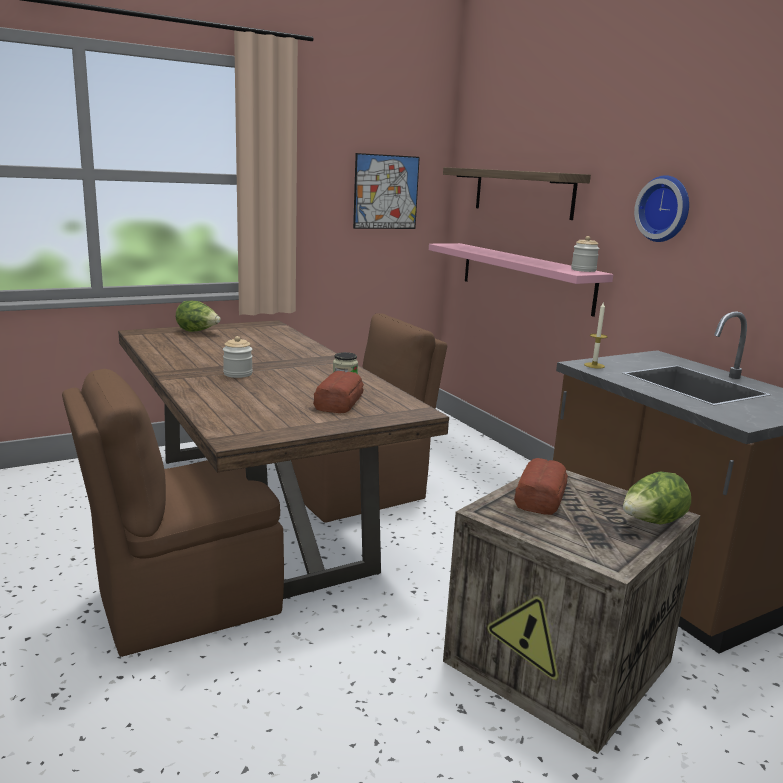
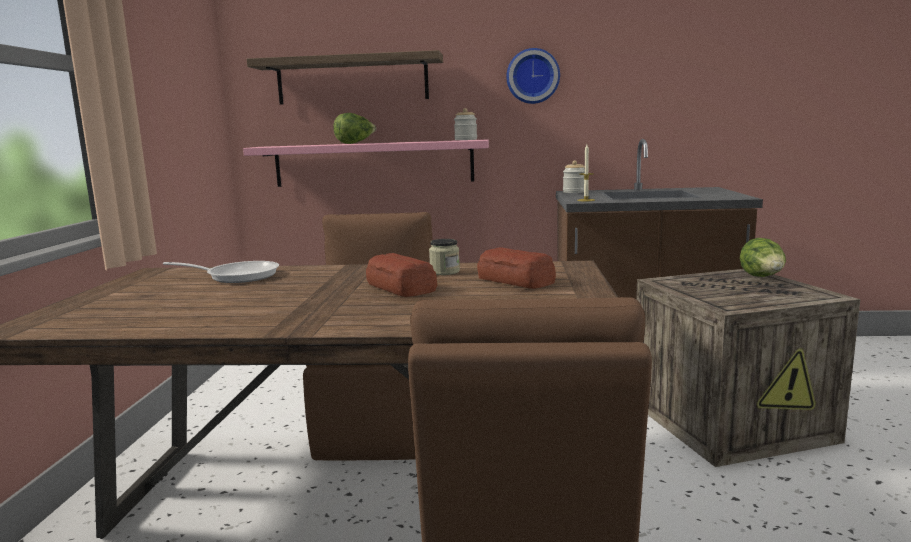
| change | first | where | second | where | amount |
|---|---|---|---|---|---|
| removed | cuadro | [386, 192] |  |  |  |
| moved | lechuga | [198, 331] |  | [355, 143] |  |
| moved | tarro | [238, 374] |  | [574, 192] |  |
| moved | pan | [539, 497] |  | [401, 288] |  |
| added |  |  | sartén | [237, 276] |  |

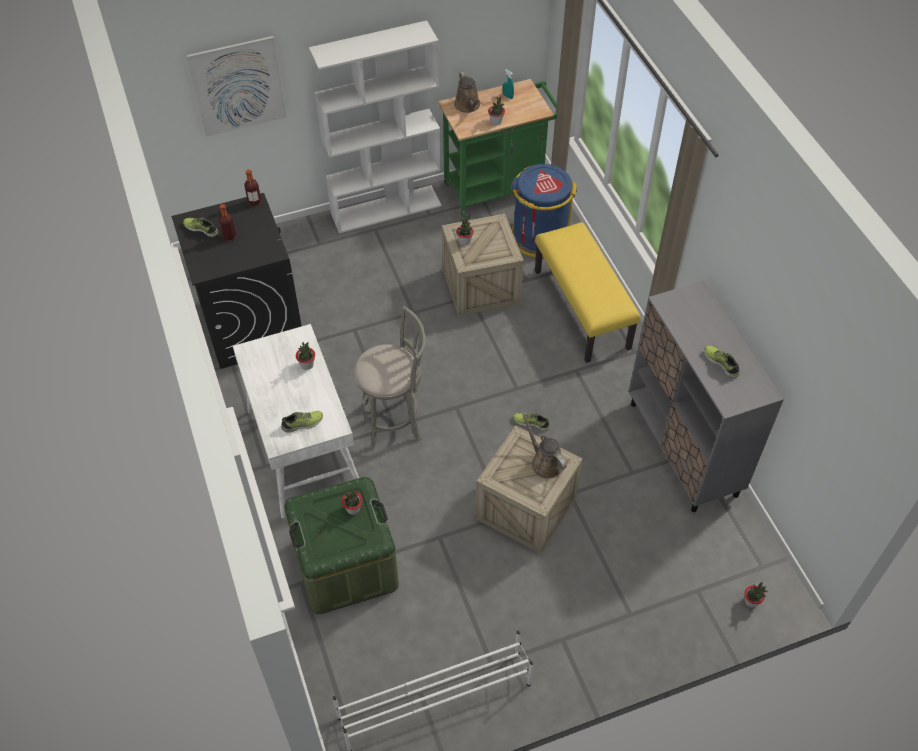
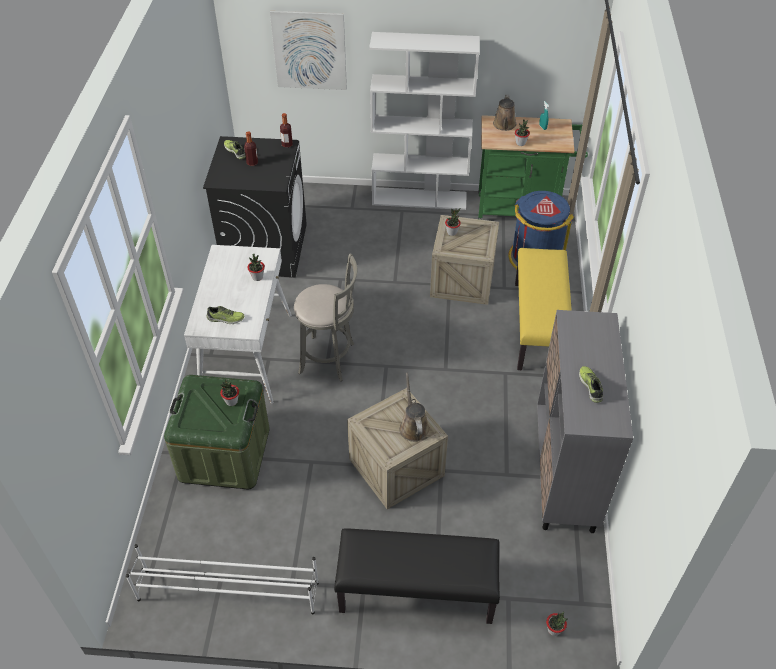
| change | first | where | second | where | amount |
|---|---|---|---|---|---|
| removed | zapato | [531, 422] |  |  |  |
| added |  |  | banco [negro] | [416, 592] |  |

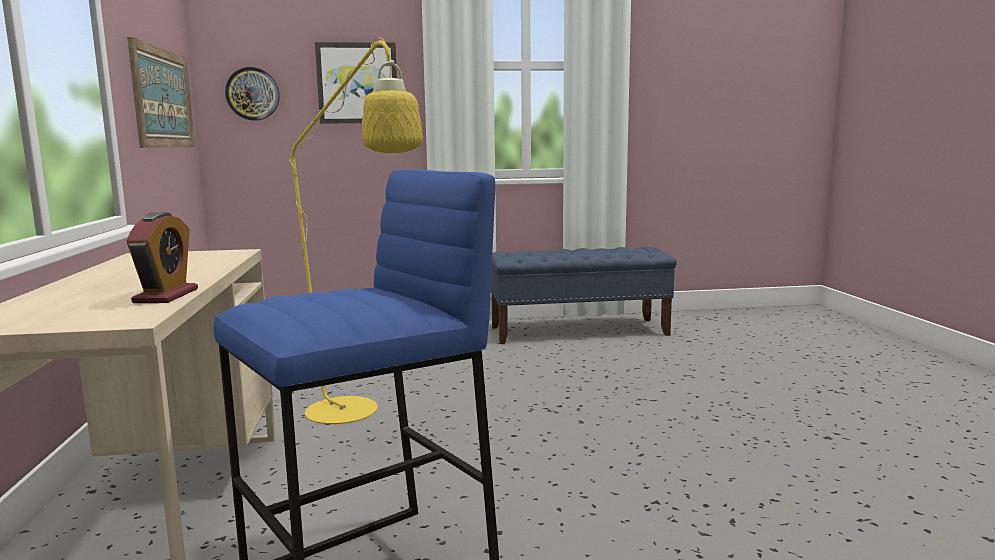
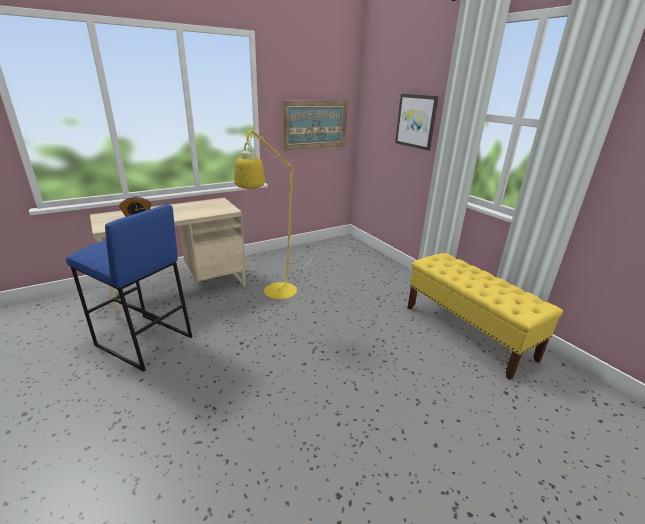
| change | first | where | second | where | amount |
|---|---|---|---|---|---|
| removed | reloj de pared | [252, 94] |  |  |  |
| recoloured | banco [azul] | [579, 331] | banco [amarillo] | [467, 332] |  |

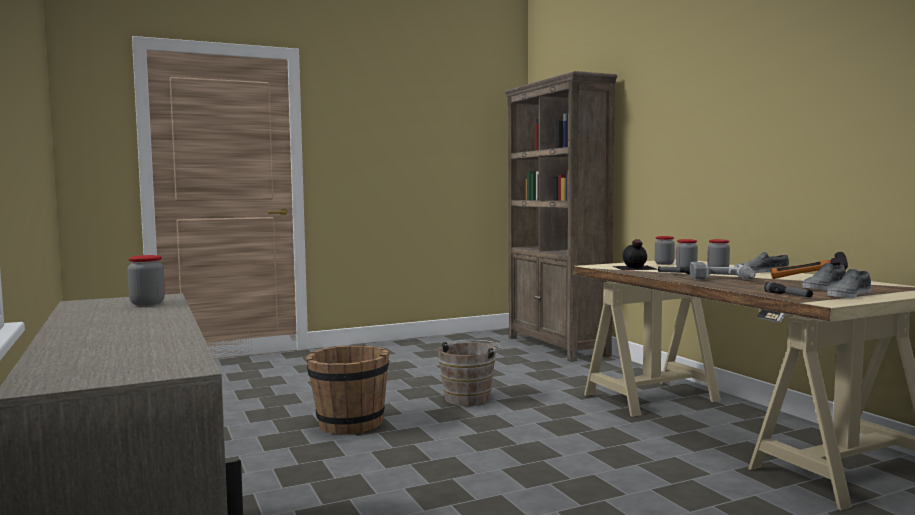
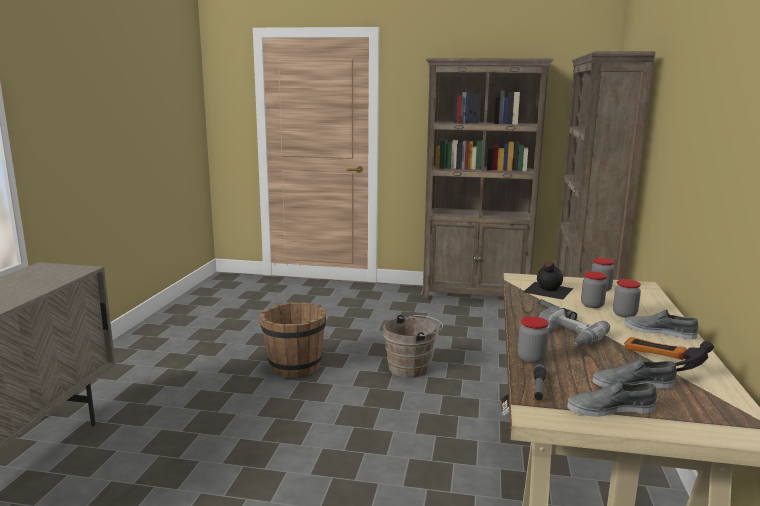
| change | first | where | second | where | amount |
|---|---|---|---|---|---|
| moved | tarro | [147, 303] |  | [531, 359] |  |
| added |  |  | estantería [marrón] | [476, 296] |  |

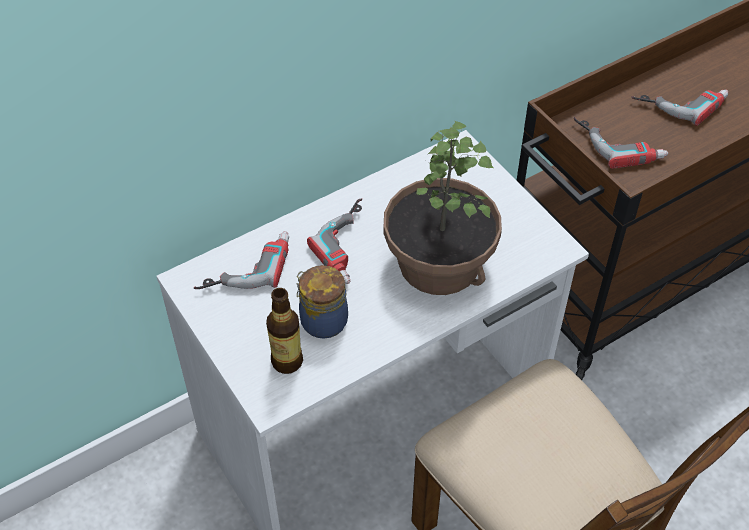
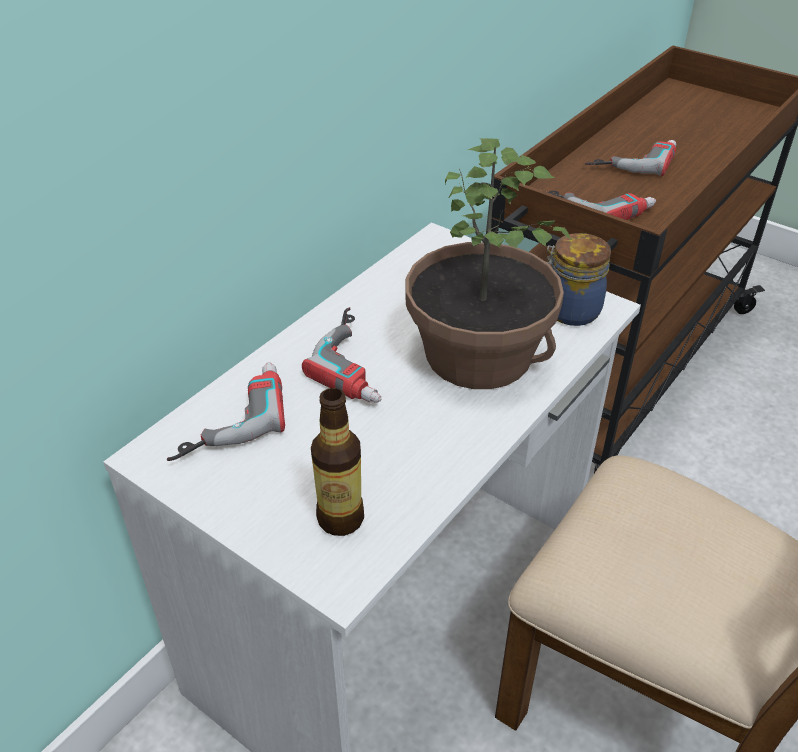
| change | first | where | second | where | amount |
|---|---|---|---|---|---|
| moved | tarro | [322, 320] |  | [569, 310] |  |

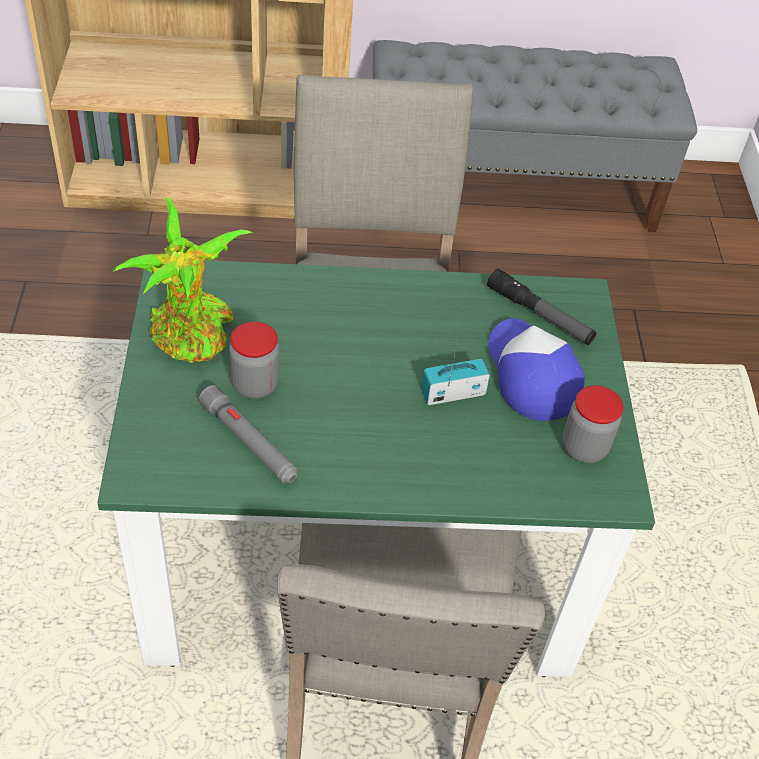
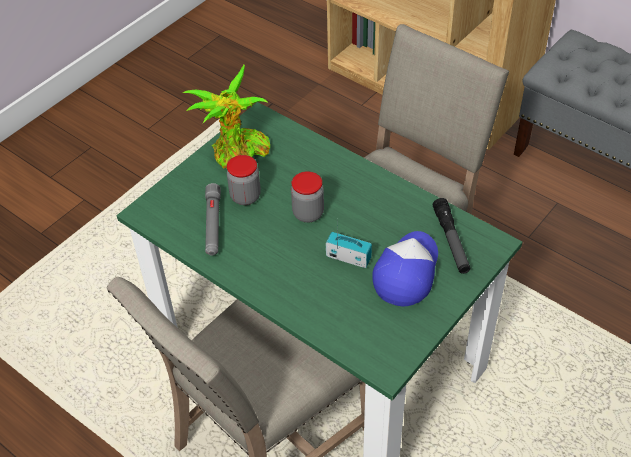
| change | first | where | second | where | amount |
|---|---|---|---|---|---|
| moved | tarro | [584, 448] |  | [308, 213] |  |

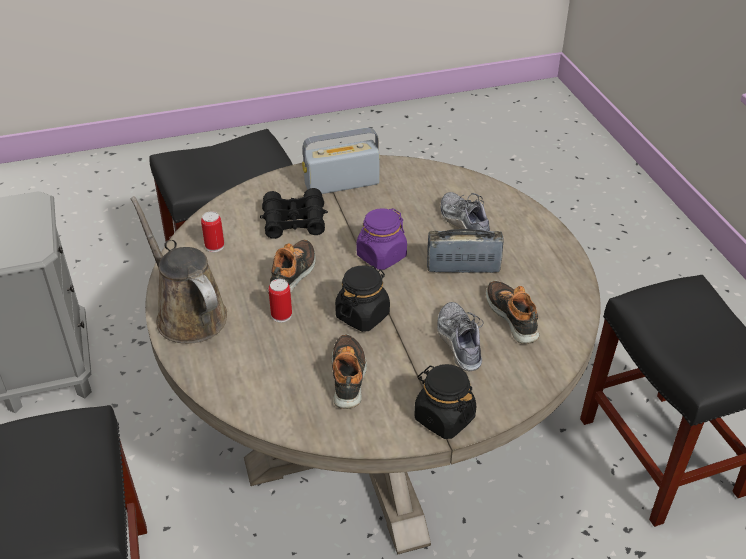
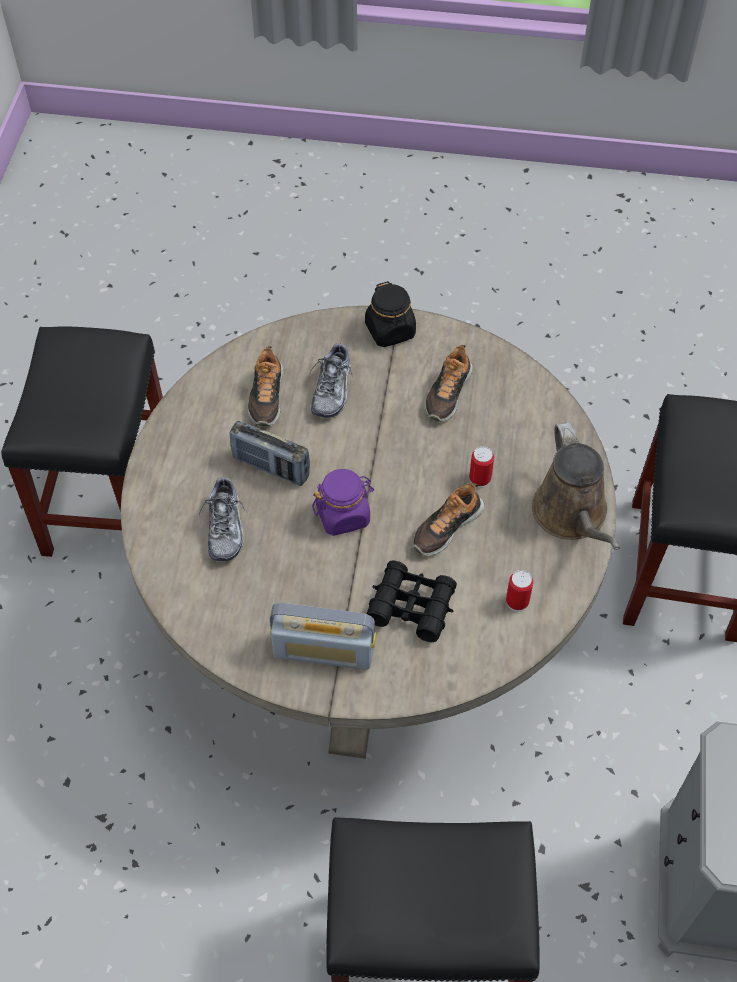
| change | first | where | second | where | amount |
|---|---|---|---|---|---|
| removed | tarro [negro] | [362, 315] |  |  |  |

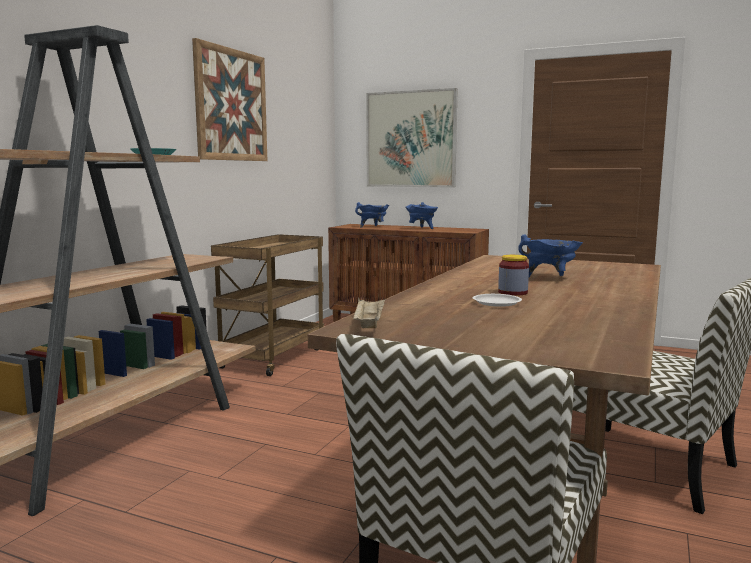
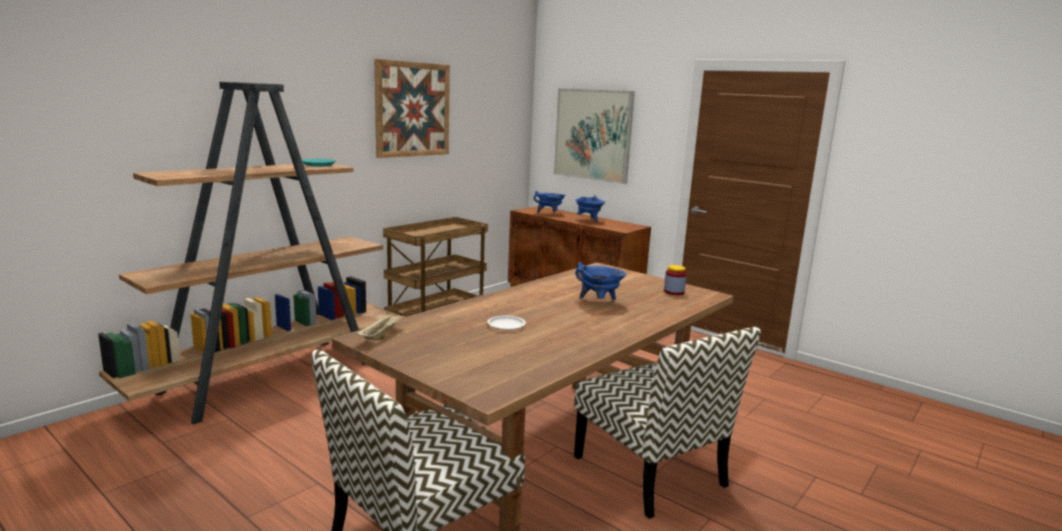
| change | first | where | second | where | amount |
|---|---|---|---|---|---|
| moved | tarro | [513, 292] |  | [674, 292] |  |

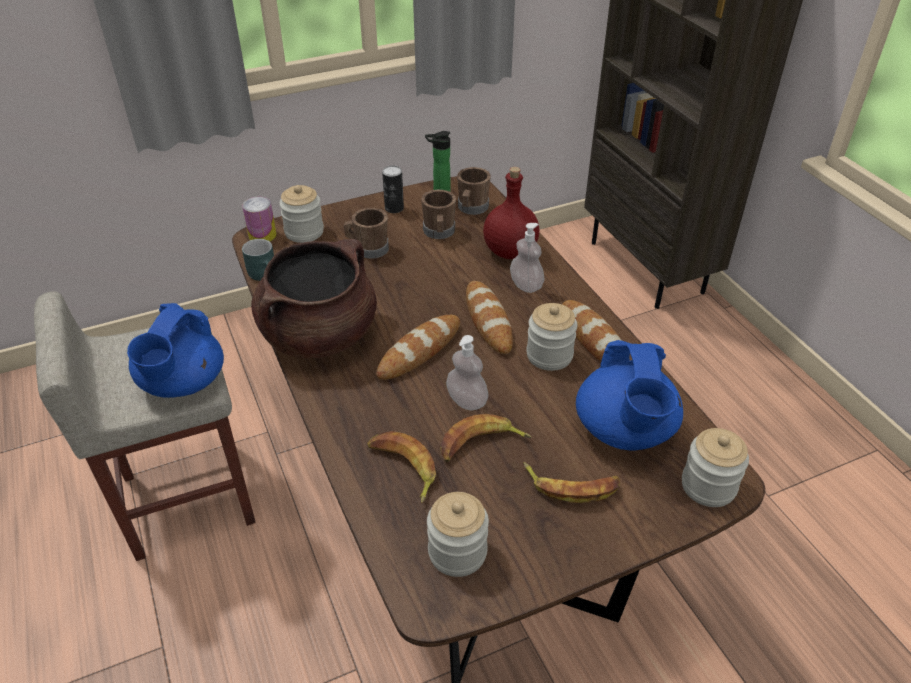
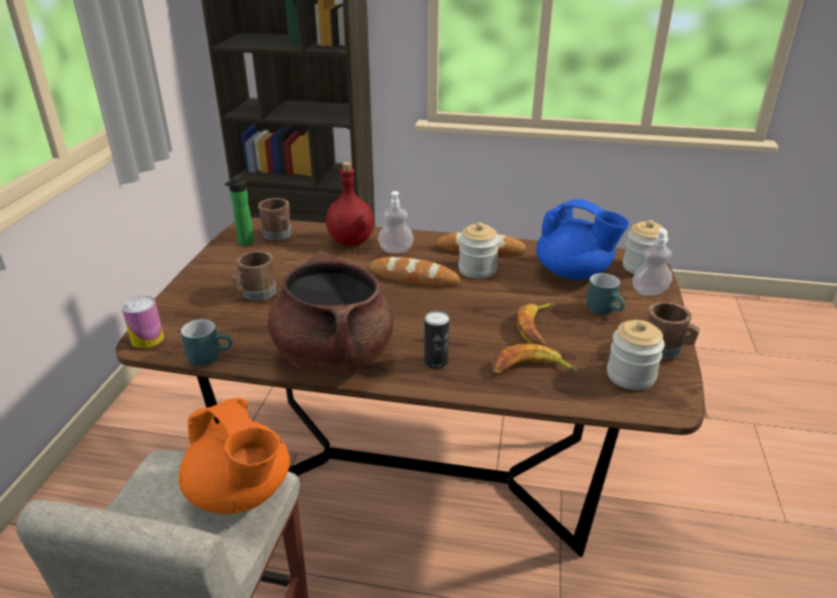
| change | first | where | second | where | amount |
|---|---|---|---|---|---|
| moved | lata | [394, 208] |  | [436, 362] |  |
| removed | tarro | [304, 232] |  |  |  |
| moved | taza grande [marrón] | [439, 233] |  | [666, 350] |  |
| recoloured | tetera [azul] | [182, 383] | tetera [naranja] | [241, 493] |  |
| removed | pan | [419, 350] |  |  |  |
| moved | dispensador de jabón | [466, 401] |  | [649, 291] |  |
| replaced | plátano | [572, 486] | taza grande [turquesa] | [605, 309] |  |

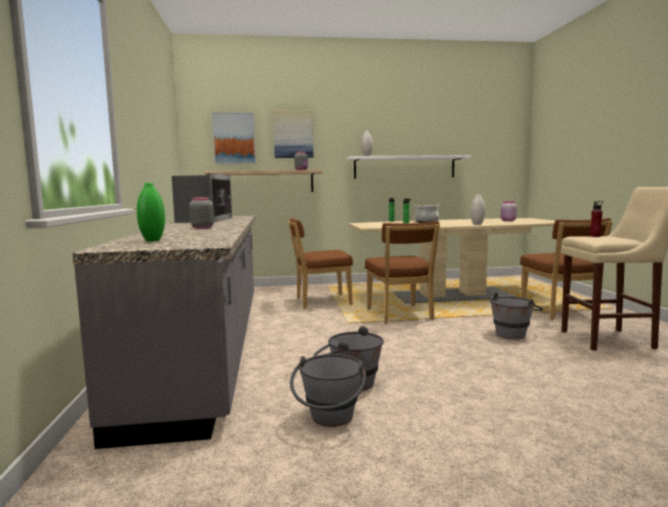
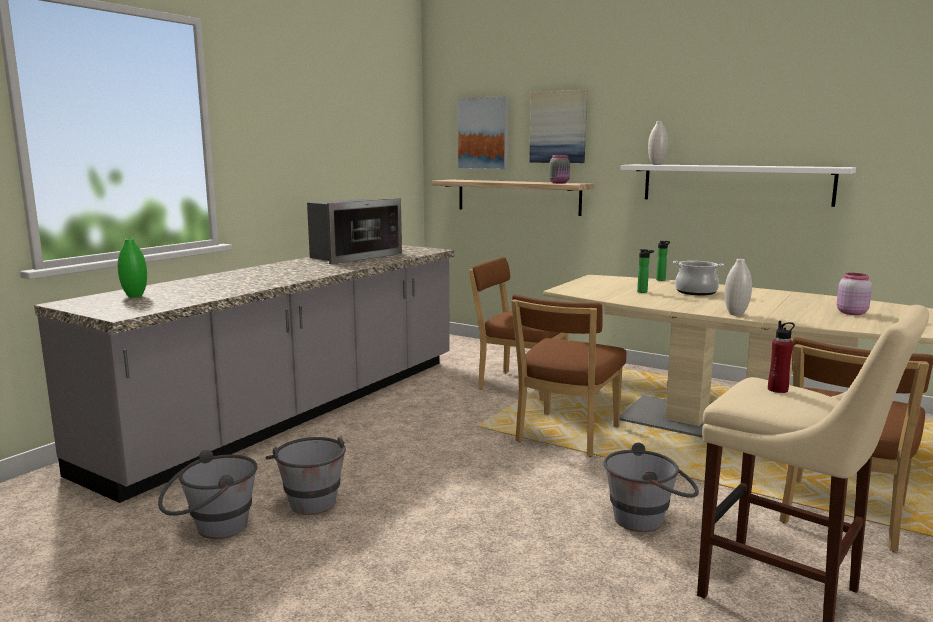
| change | first | where | second | where | amount |
|---|---|---|---|---|---|
| removed | tarro [gris] | [202, 228] |  |  |  |

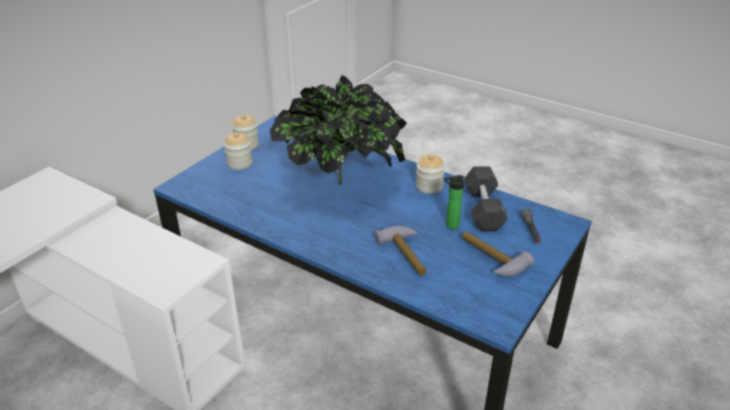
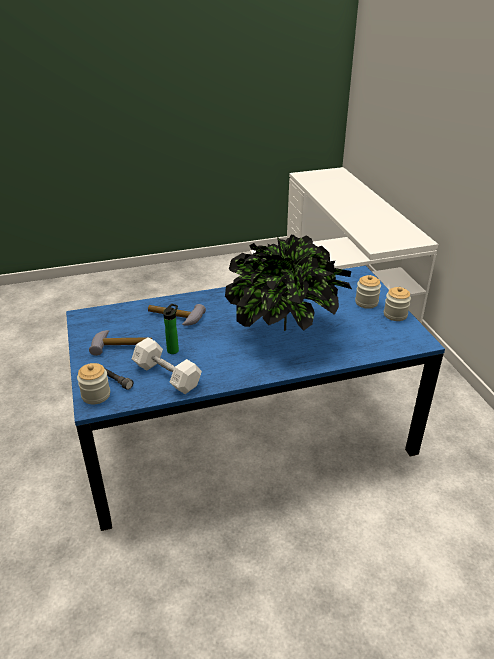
| change | first | where | second | where | amount |
|---|---|---|---|---|---|
| moved | tarro | [429, 186] |  | [96, 395] |  |
| recoloured | mancuerna [negro] | [483, 209] | mancuerna [blanco] | [167, 375] |  |

